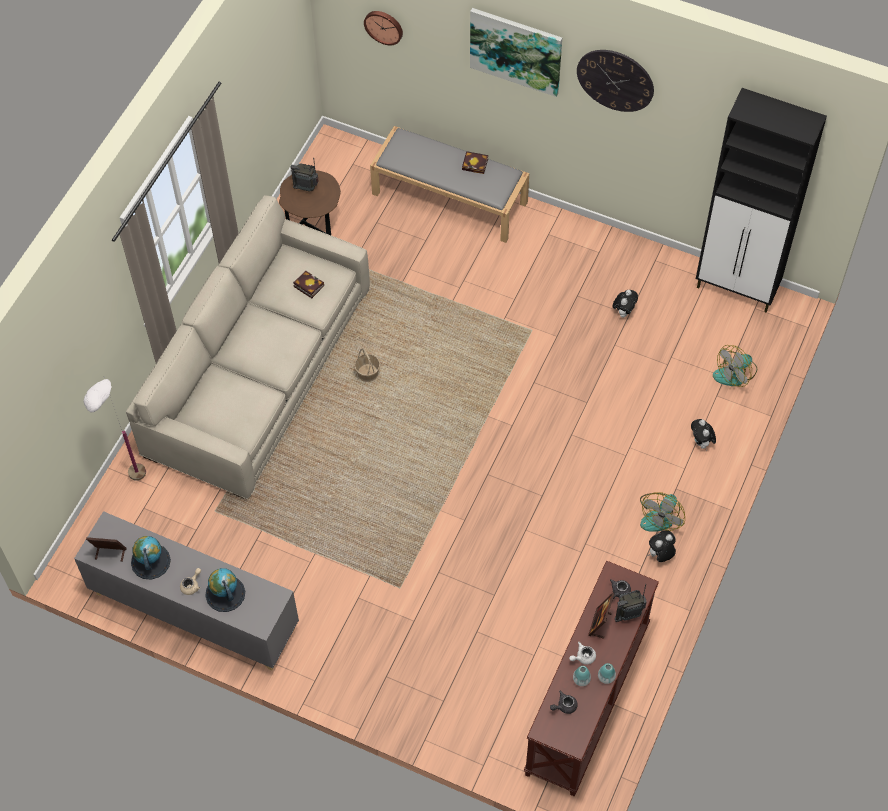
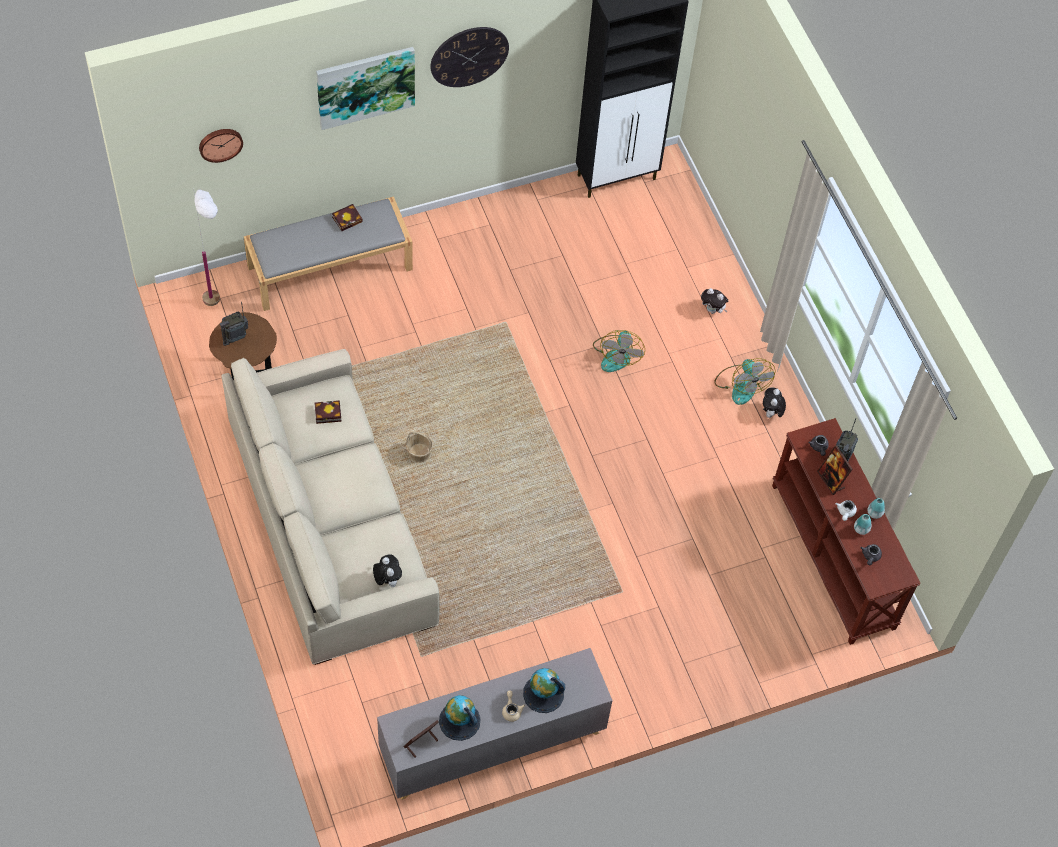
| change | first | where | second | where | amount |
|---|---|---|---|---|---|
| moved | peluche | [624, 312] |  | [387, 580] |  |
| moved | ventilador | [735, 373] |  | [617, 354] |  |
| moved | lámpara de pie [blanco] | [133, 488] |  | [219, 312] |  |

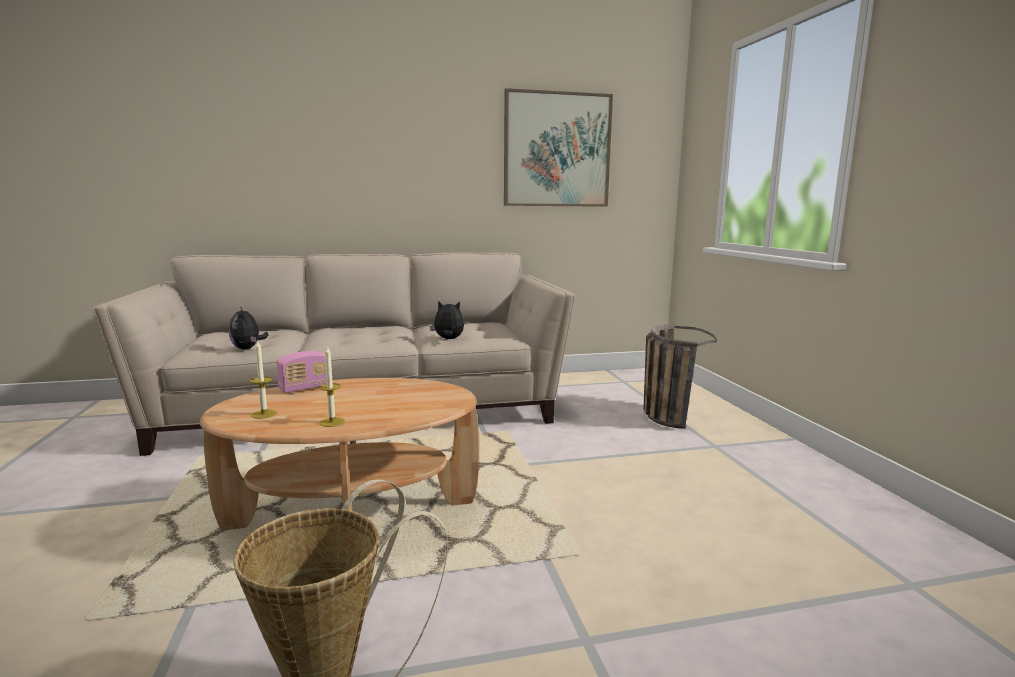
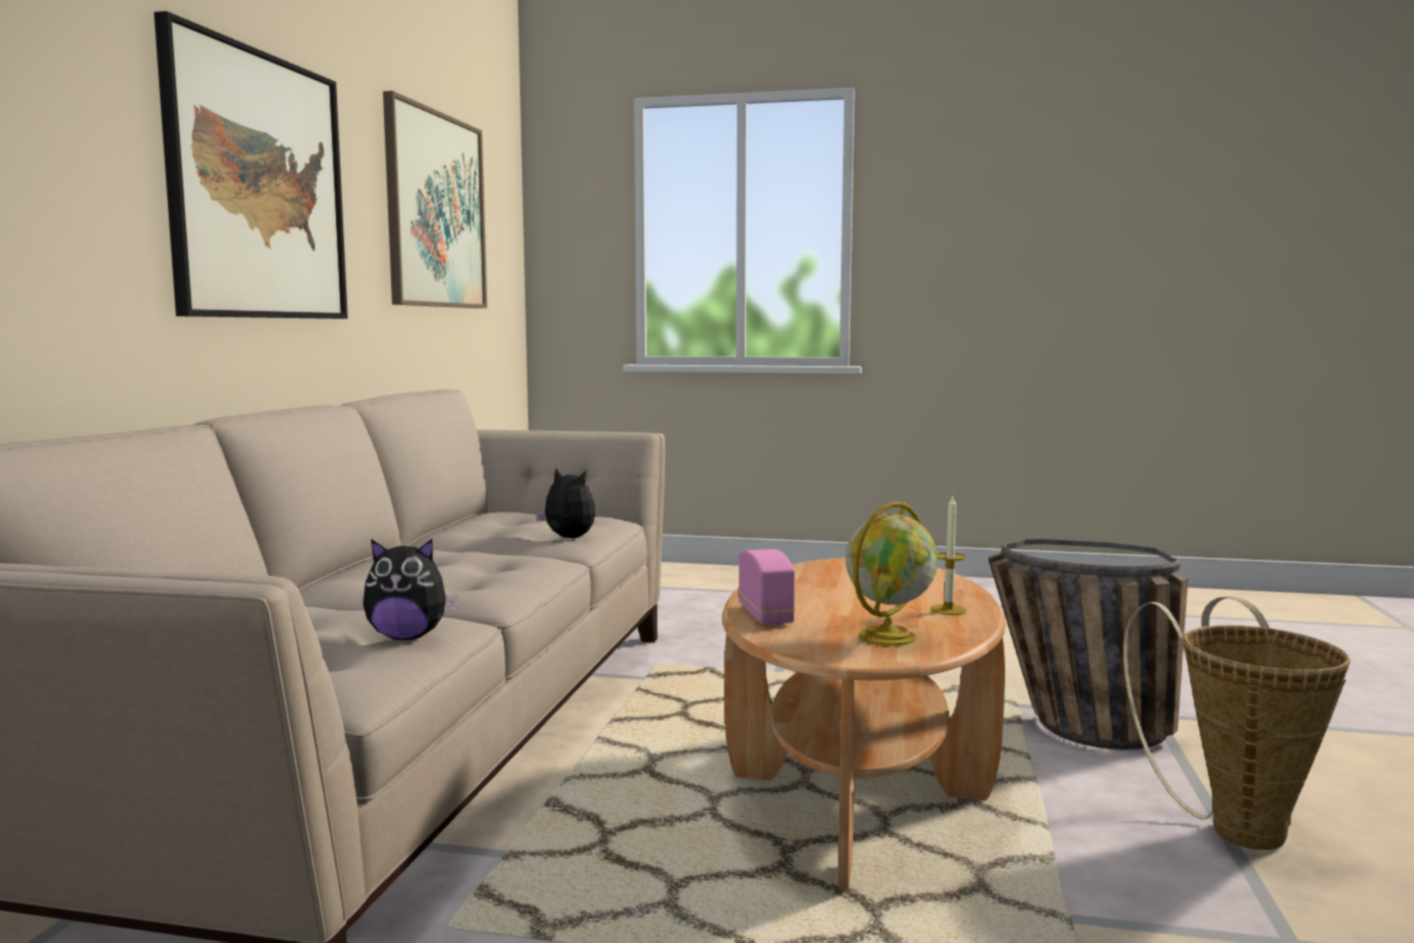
| change | first | where | second | where | amount |
|---|---|---|---|---|---|
| turned | peluche | [448, 339] |  | [567, 538] | 90 degrees clockwise |
| moved | cesta | [664, 413] |  | [1071, 728] |  |
| replaced | vela | [264, 414] | globo terráqueo | [888, 637] |  |
| added |  |  | cuadro | [258, 186] |  |

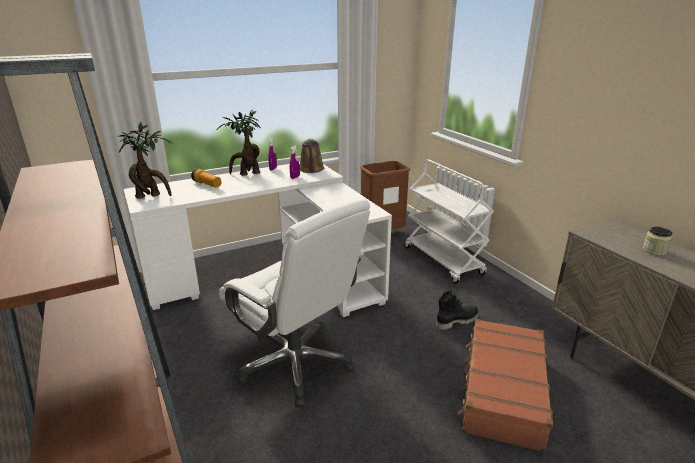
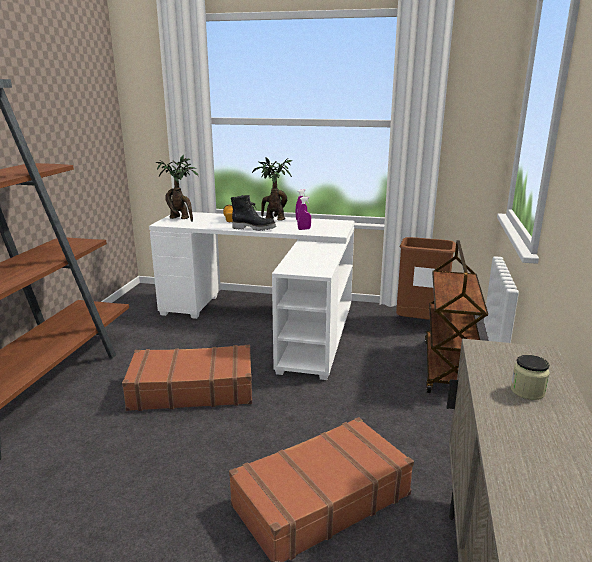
| change | first | where | second | where | amount |
|---|---|---|---|---|---|
| removed | regadera [marrón] | [311, 170] |  |  |  |
| recoloured | carrito [blanco] | [443, 261] | carrito [marrón] | [449, 369] |  |
| replaced | silla de oficina [blanco] | [296, 364] | maleta [marrón] | [192, 389] |  |
| moved | bota [negro] | [456, 321] |  | [254, 228] |  |

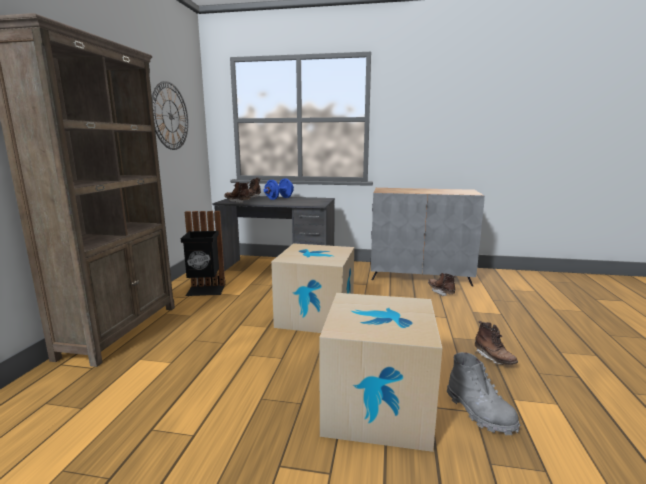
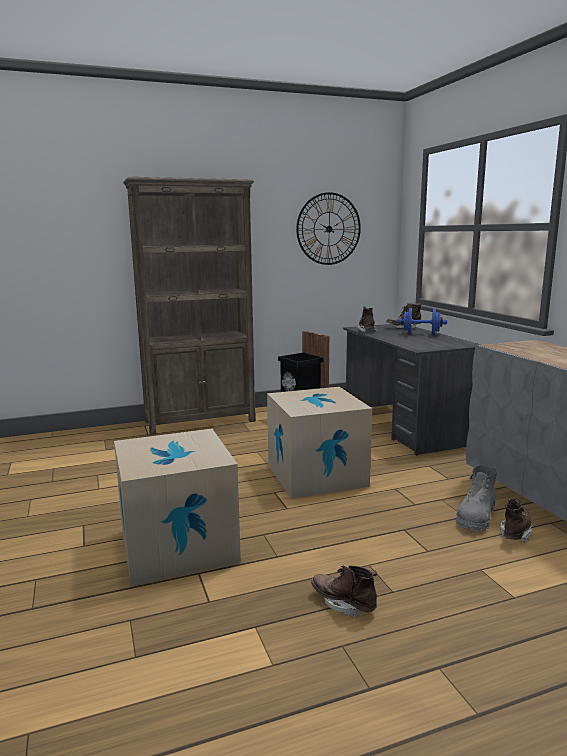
| change | first | where | second | where | amount |
|---|---|---|---|---|---|
| turned | bota [marrón] | [493, 359] |  | [343, 603] | 90 degrees clockwise |
| moved | bota [gris] | [479, 412] |  | [476, 517] |  |

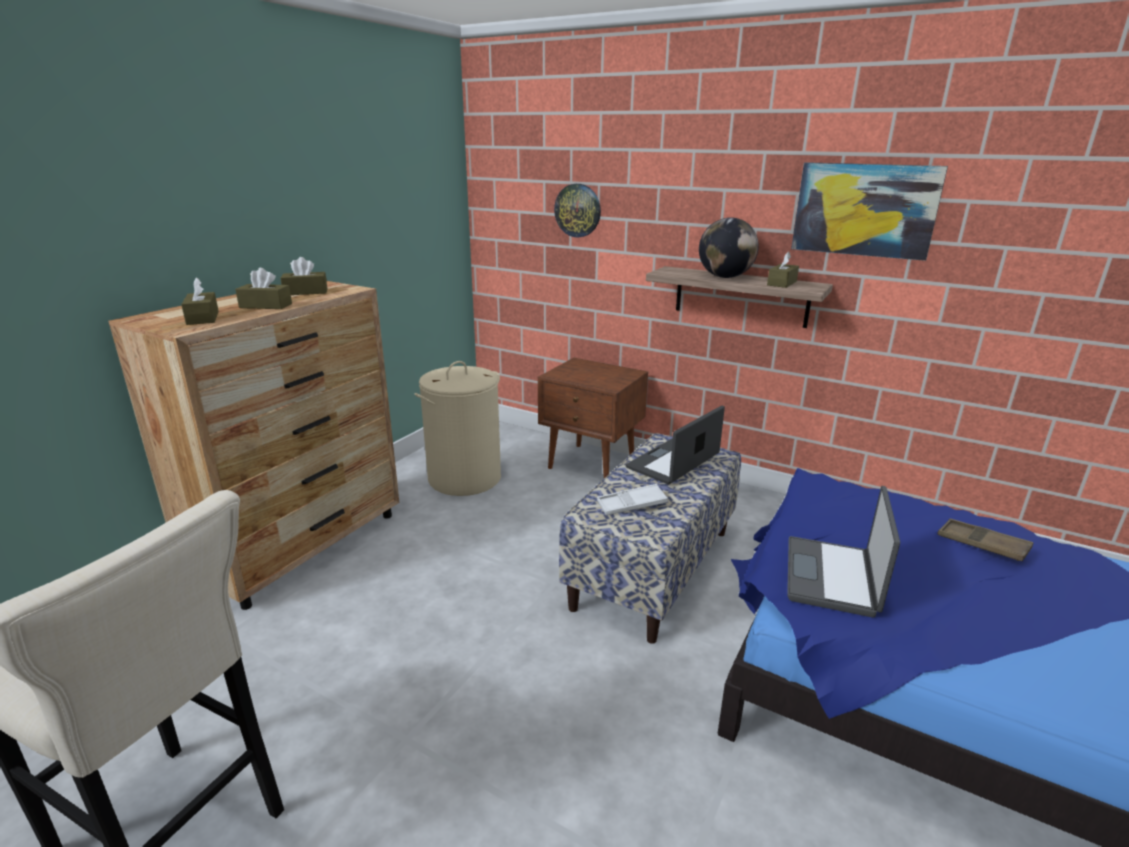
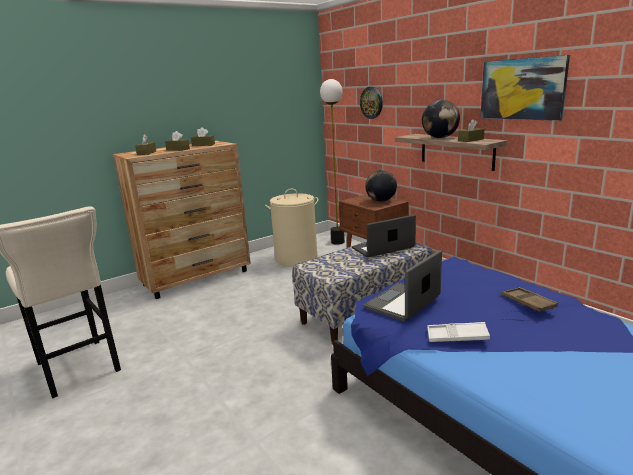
| change | first | where | second | where | amount |
|---|---|---|---|---|---|
| moved | bandeja [blanco] | [631, 504] |  | [457, 336] |  |
| added |  |  | lámpara de pie | [338, 242] |  |
| added |  |  | globo terráqueo | [381, 201] |  |

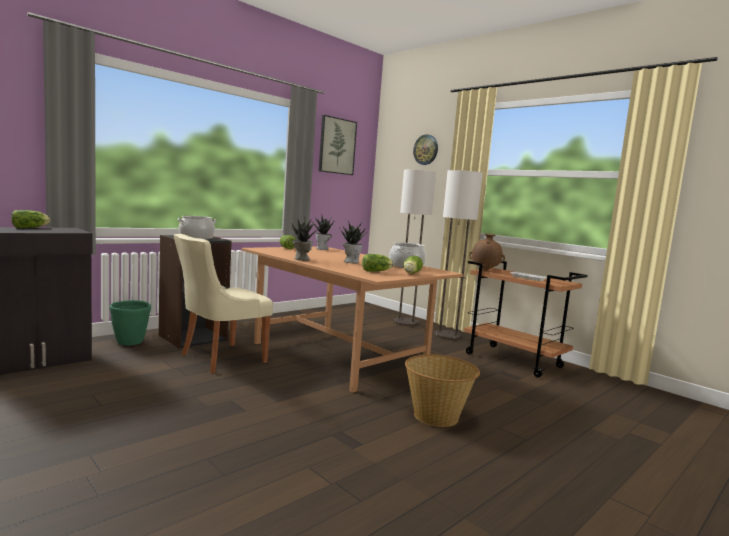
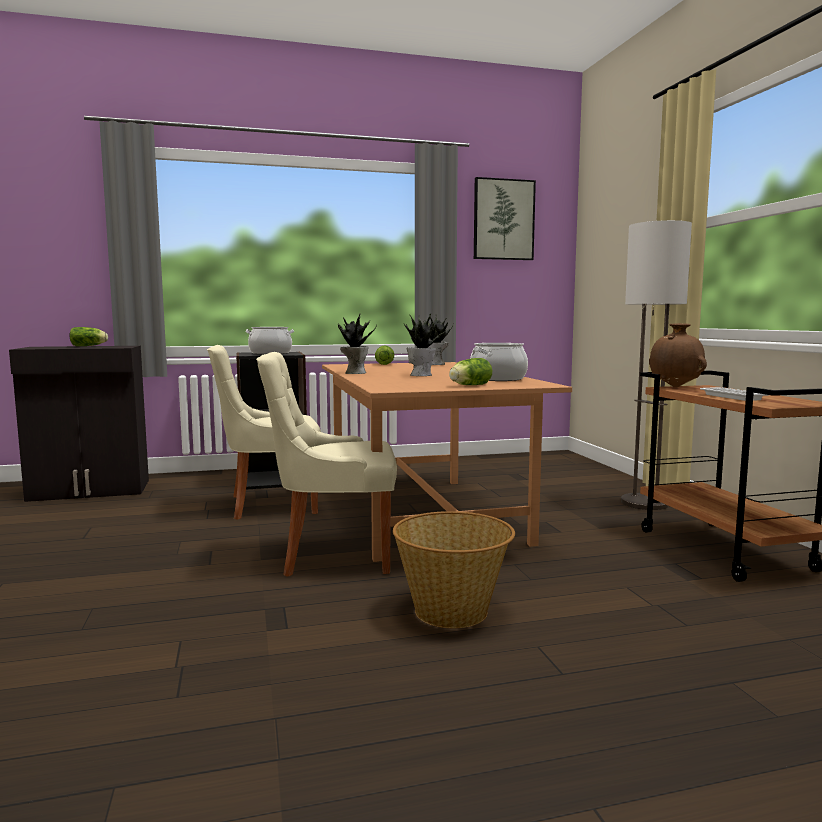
| change | first | where | second | where | amount |
|---|---|---|---|---|---|
| removed | reloj de pared | [426, 149] |  |  |  |
| removed | lámpara de pie | [406, 322] |  |  |  |
| removed | lechuga | [377, 271] |  |  |  |
| removed | maceta [verde] | [130, 343] |  |  |  |
| added |  |  | silla [beis] | [332, 554] |  |

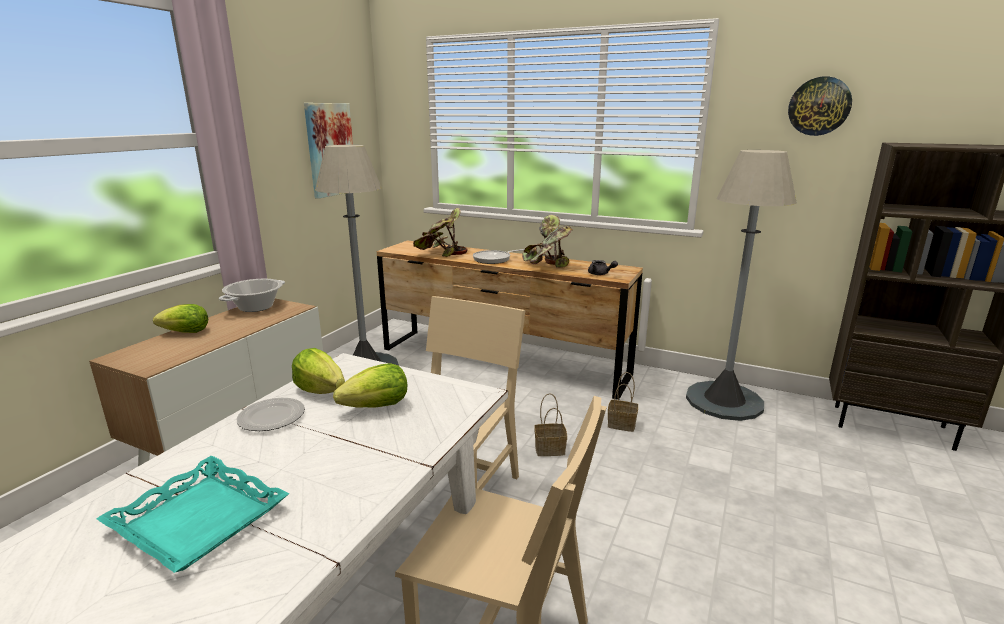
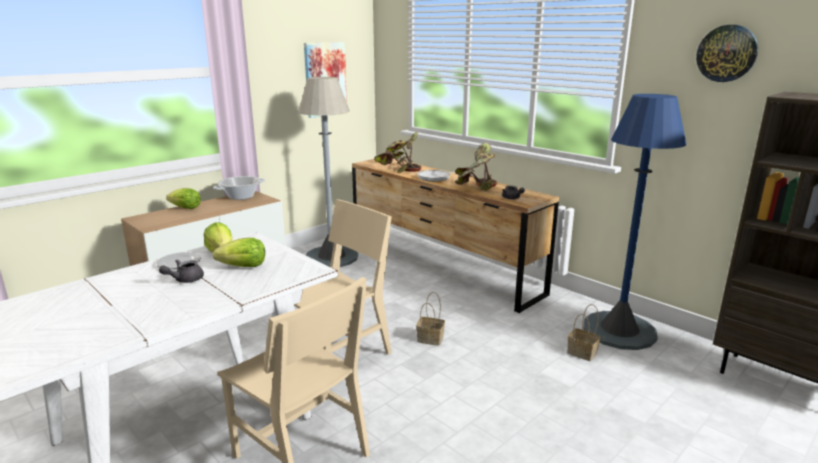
| change | first | where | second | where | amount |
|---|---|---|---|---|---|
| recoloured | lámpara de pie [gris] | [723, 401] | lámpara de pie [azul] | [619, 331] |  |
| moved | cesta | [622, 424] |  | [583, 353] |  |
| removed | bandeja [turquesa] | [197, 520] |  |  |  |
| added |  |  | tetera [gris] | [185, 280] |  |

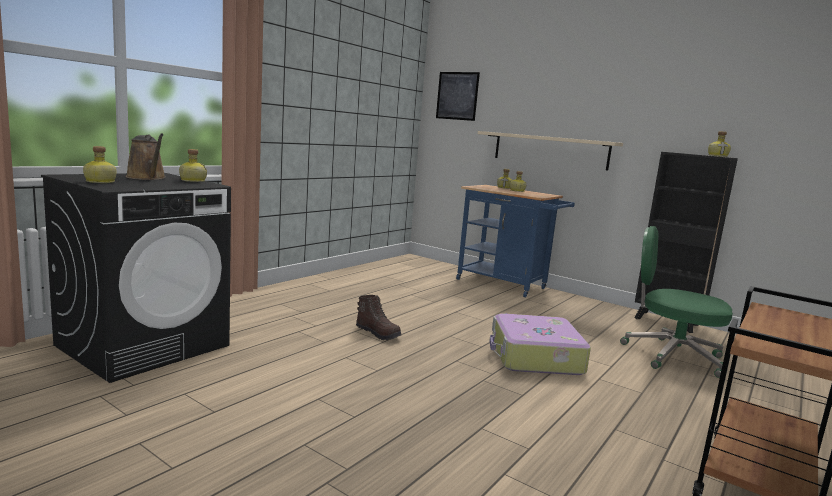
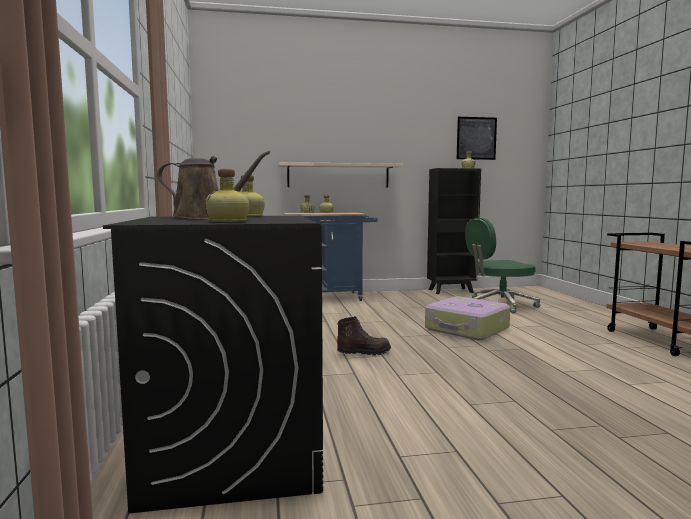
| change | first | where | second | where | amount |
|---|---|---|---|---|---|
| moved | cuadro | [457, 96] |  | [476, 138] |  |

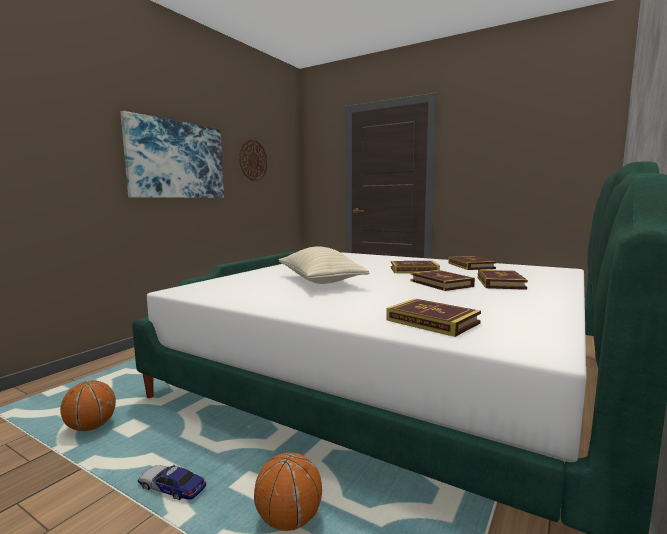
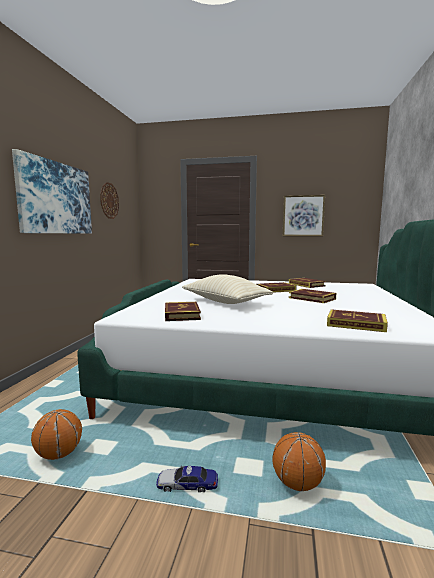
| change | first | where | second | where | amount |
|---|---|---|---|---|---|
| moved | libro | [500, 283] |  | [182, 314] |  |
| added |  |  | cuadro | [303, 216] |  |

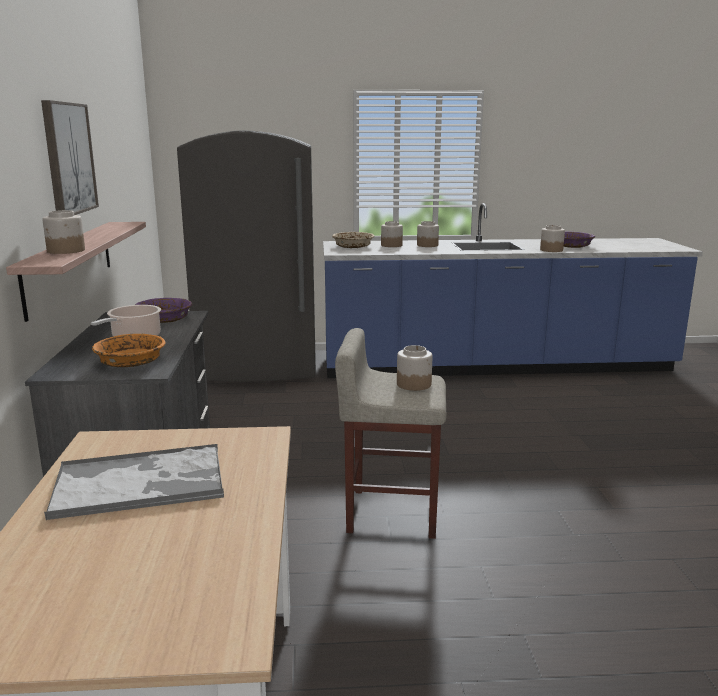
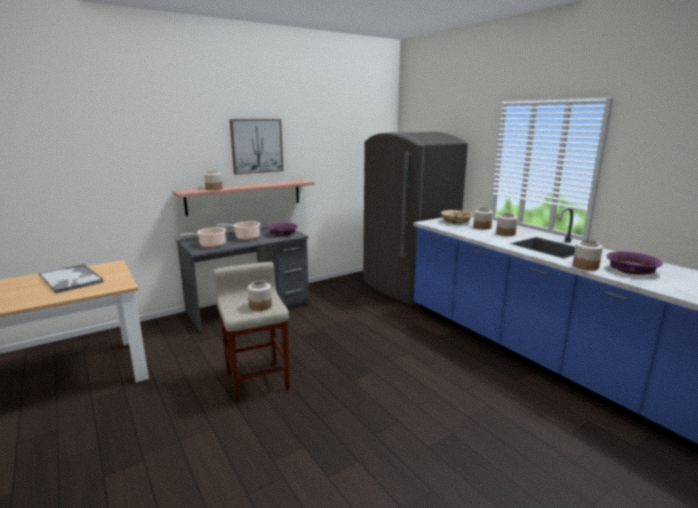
| change | first | where | second | where | amount |
|---|---|---|---|---|---|
| replaced | cuenco [naranja] | [130, 362] | olla | [211, 245] |  |

